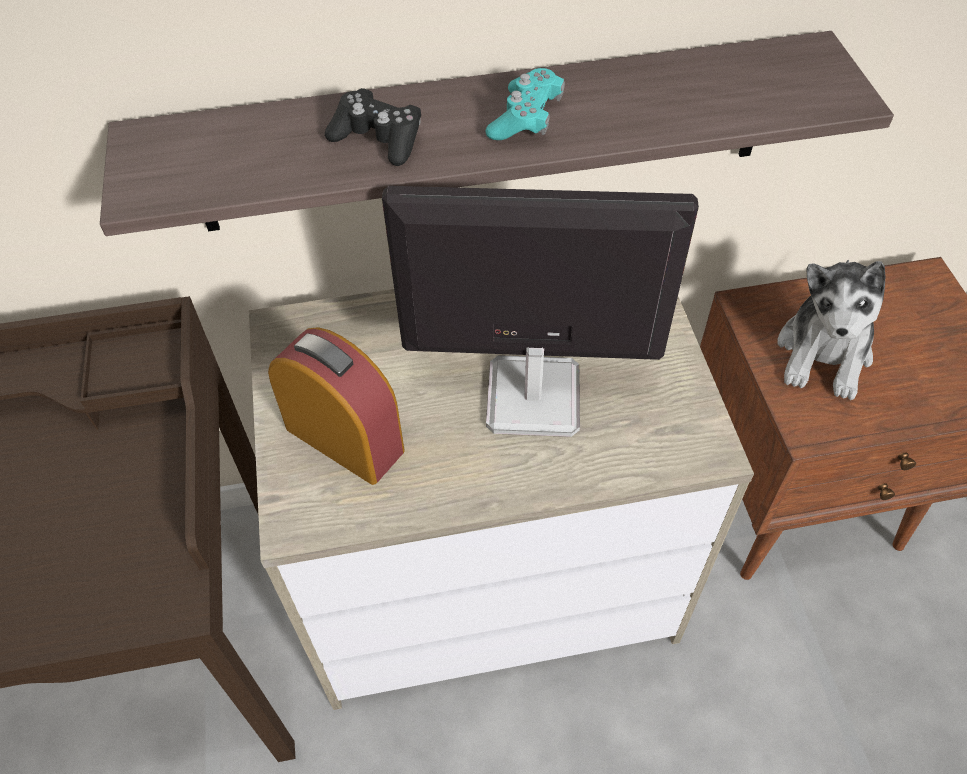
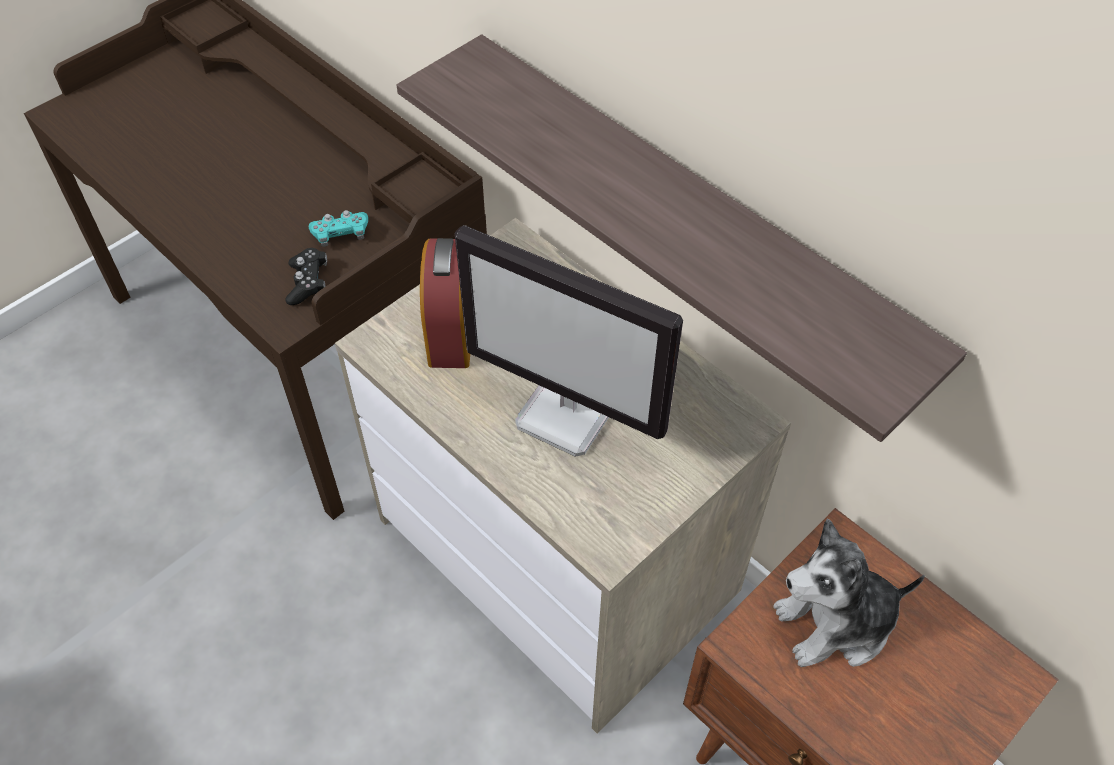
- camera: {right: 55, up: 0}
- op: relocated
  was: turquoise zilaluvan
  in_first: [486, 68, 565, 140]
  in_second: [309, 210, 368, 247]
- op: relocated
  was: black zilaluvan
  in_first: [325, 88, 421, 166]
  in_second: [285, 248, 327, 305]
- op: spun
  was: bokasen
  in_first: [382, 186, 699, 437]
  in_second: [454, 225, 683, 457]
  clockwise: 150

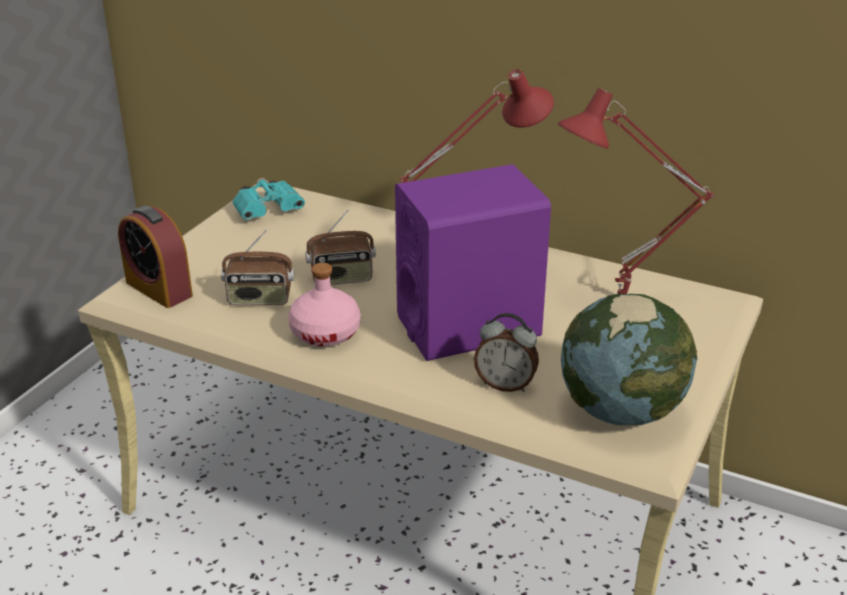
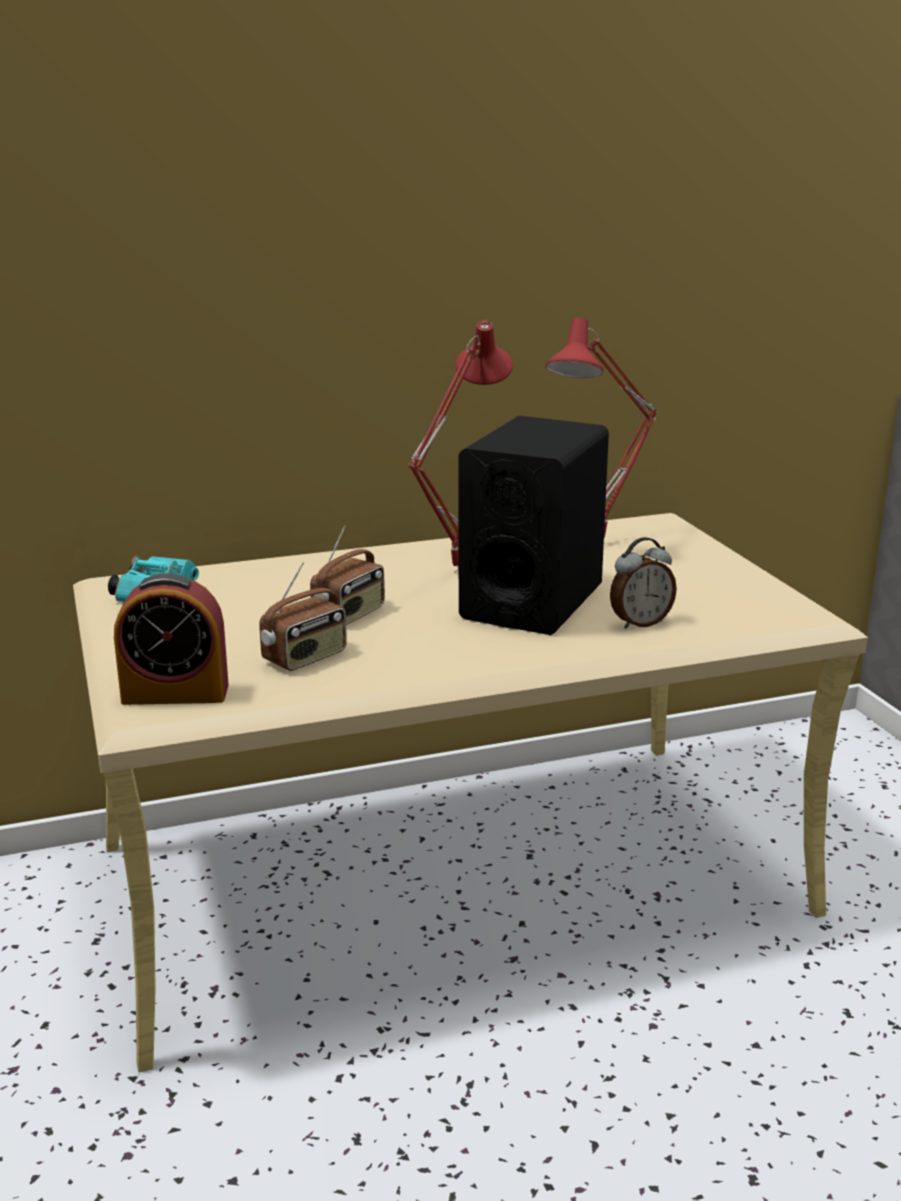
- camera: {right: -45, up: -10}
- op: colour
  was: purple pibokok
  now: black pibokok
  in_first: [395, 164, 551, 361]
  in_second: [459, 416, 609, 635]
- op: missing
  was: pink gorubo
  in_first: [288, 263, 361, 346]
- op: missing
  was: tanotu
  in_first: [561, 294, 697, 425]

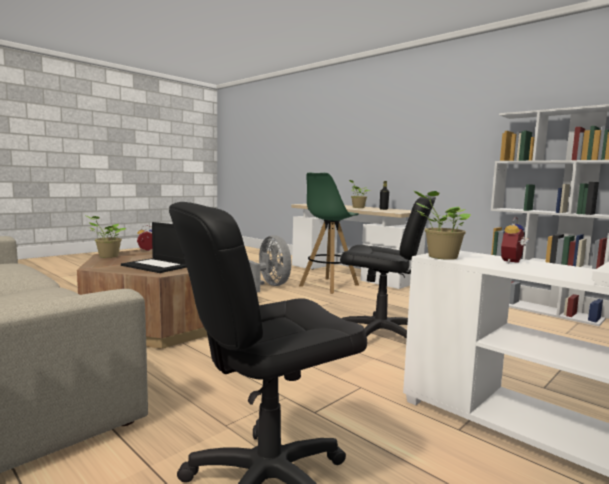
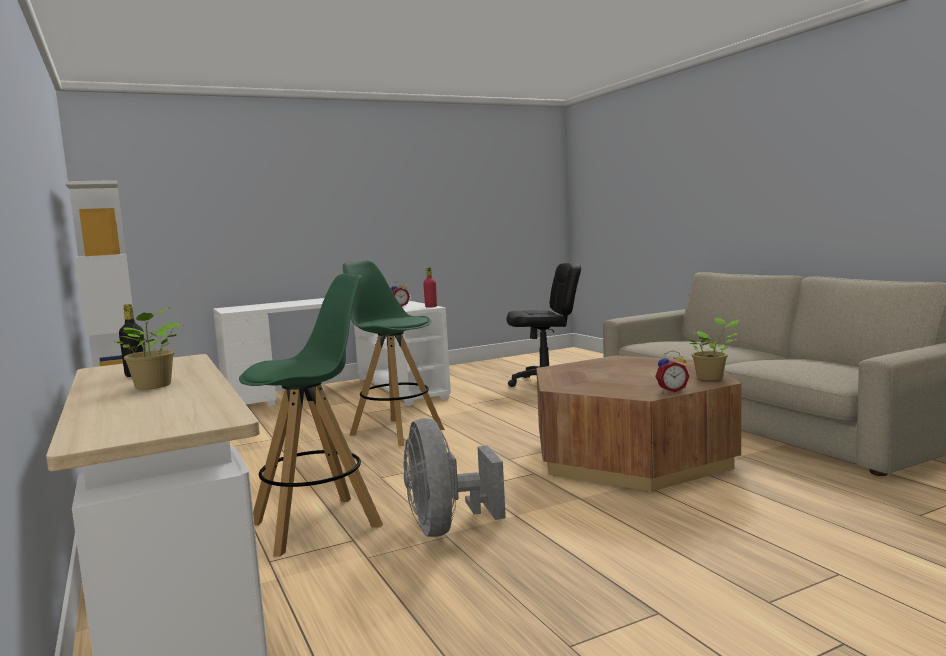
- camera: {right: -160, up: 0}
- op: exchanged
  was: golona
  now: red gorubo
  in_first: [414, 191, 471, 260]
  in_second: [423, 268, 437, 308]
- op: exchanged
  was: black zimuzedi
  now: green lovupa
  in_first: [340, 195, 436, 339]
  in_second: [343, 261, 445, 446]
- op: missing
  was: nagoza
  in_first: [121, 222, 187, 273]

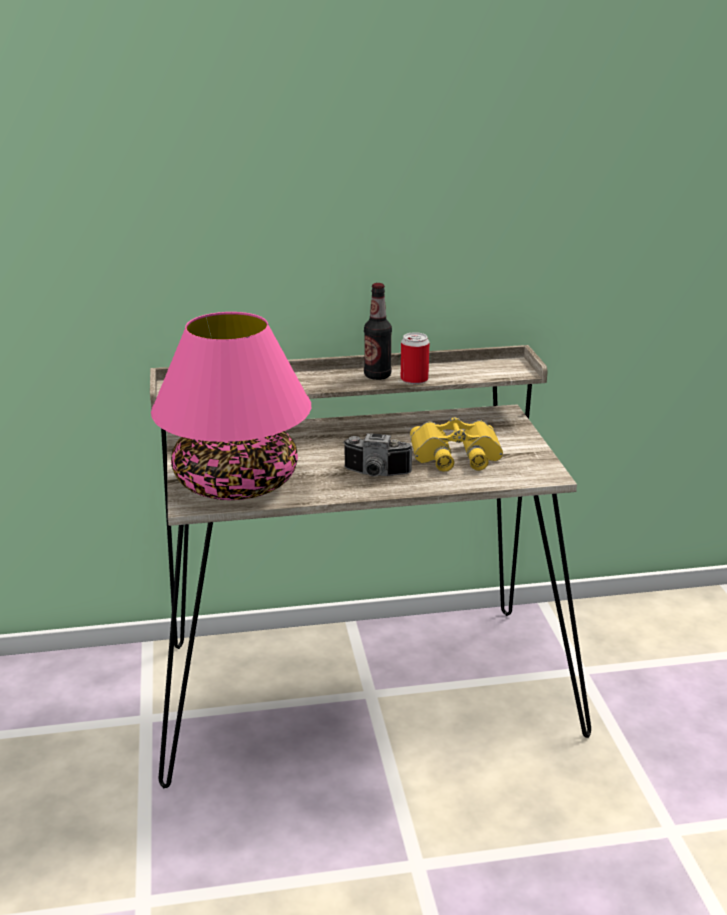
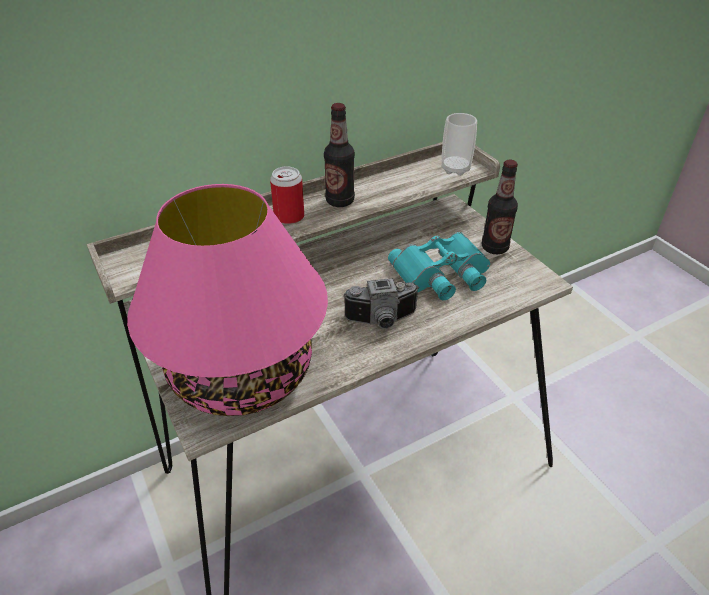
- camera: {right: -20, up: 15}
- op: relocated
  was: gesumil
  in_first: [401, 332, 430, 384]
  in_second: [270, 166, 304, 224]
- op: colour
  was: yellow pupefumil
  now: turquoise pupefumil
  in_first: [410, 417, 503, 472]
  in_second: [388, 232, 490, 300]
- op: appeared
  now: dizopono
  in_second: [442, 113, 477, 176]
- op: appeared
  now: gorubo
  in_second: [482, 160, 518, 254]

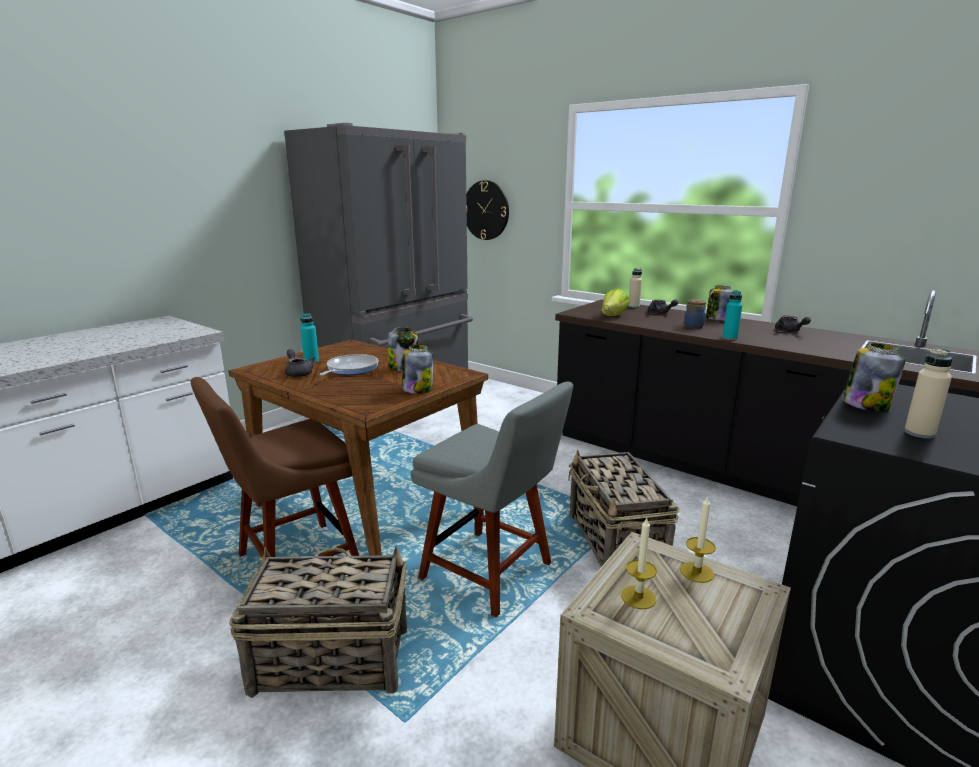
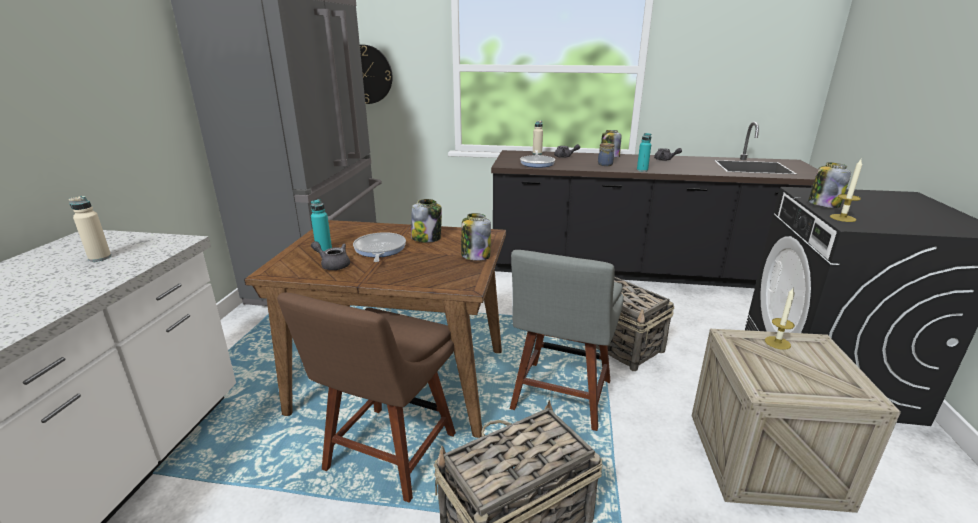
- camera: {right: -30, up: 5}
- op: exchanged
  was: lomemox
  now: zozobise
  in_first: [602, 289, 629, 316]
  in_second: [520, 150, 555, 168]
- op: relocated
  was: beige gorubo
  in_first: [904, 349, 952, 439]
  in_second: [69, 196, 111, 262]
- op: spun
  was: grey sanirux
  in_first: [411, 382, 573, 617]
  in_second: [510, 250, 624, 431]
  clockwise: 105
- op: relocated
  was: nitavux
  in_first: [621, 518, 657, 609]
  in_second: [830, 159, 862, 222]

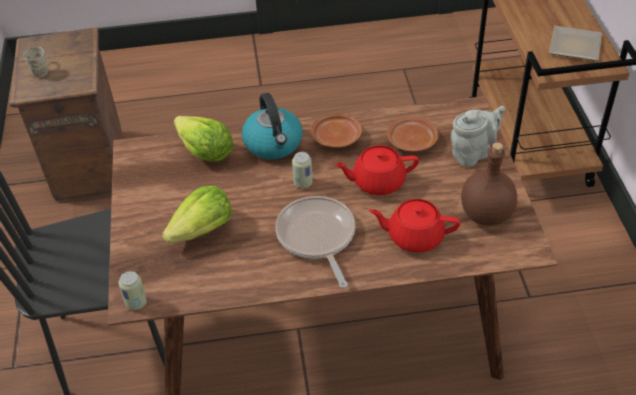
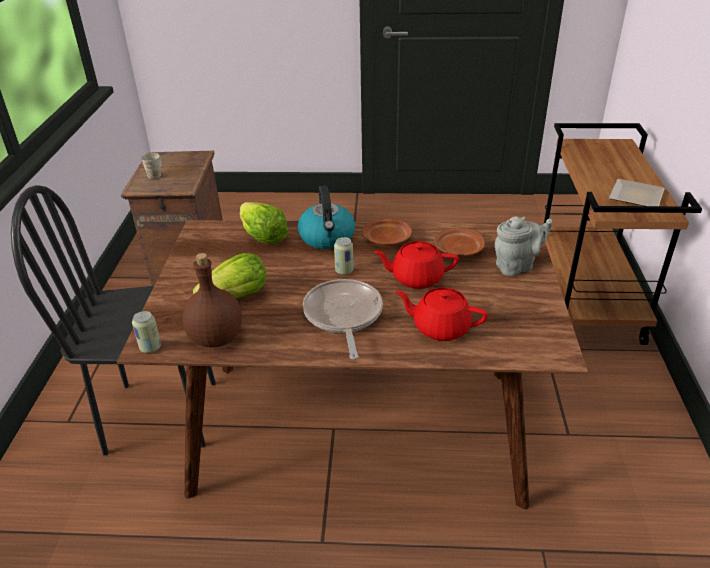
- camera: {right: 10, up: -10}
- op: relocated
  was: brown gorubo
  in_first: [461, 142, 517, 226]
  in_second: [183, 253, 242, 348]

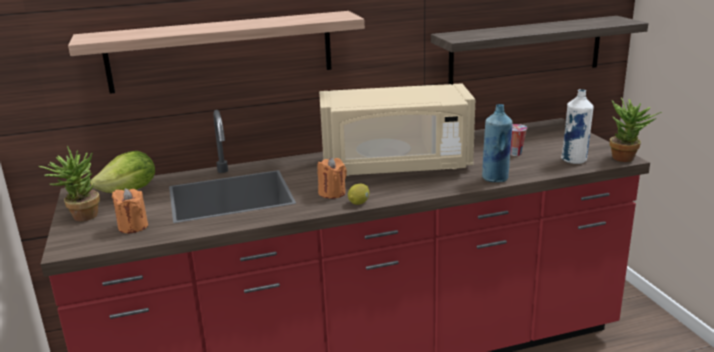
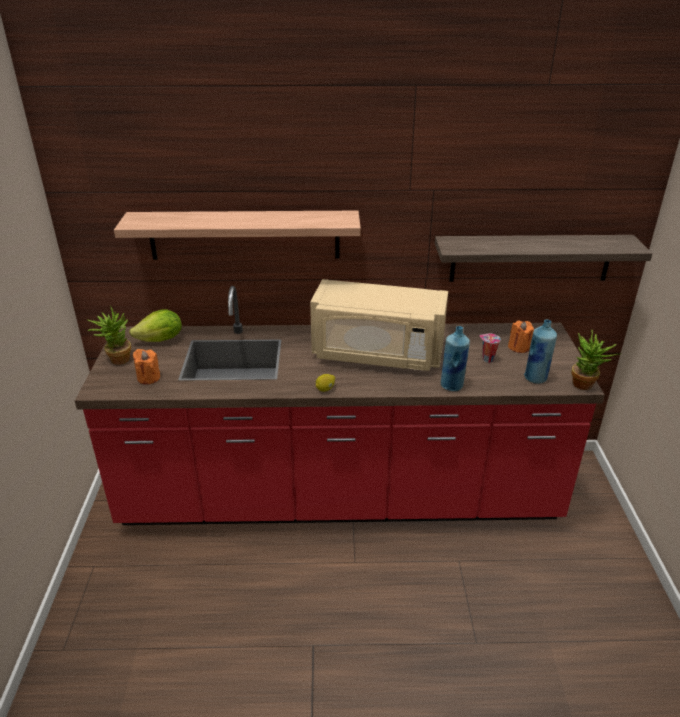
- camera: {right: 15, up: 10}
- op: colour
  was: white gorubo
  now: blue gorubo
  in_first: [561, 89, 593, 164]
  in_second: [524, 319, 557, 384]
- op: relocated
  was: orange nitavux
  in_first: [317, 157, 347, 199]
  in_second: [508, 321, 534, 353]

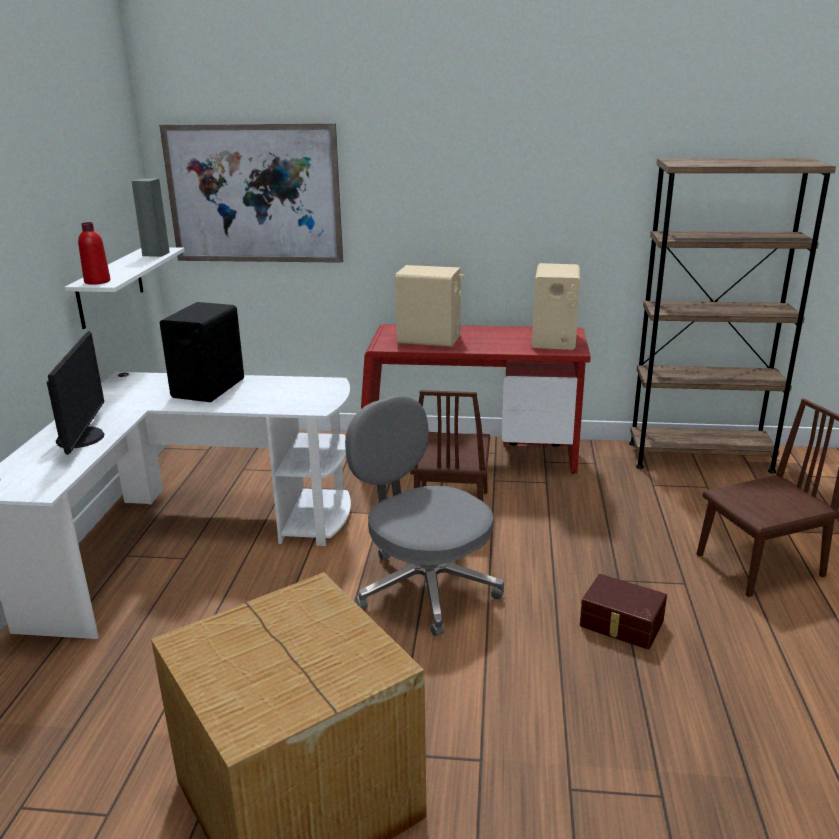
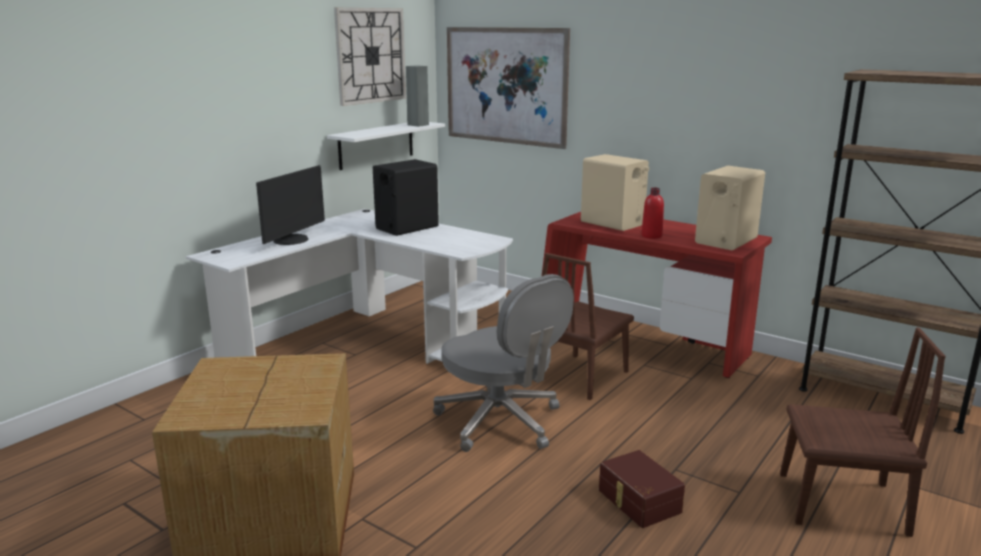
- camera: {right: 30, up: -5}
- op: relocated
  was: red gorubo
  in_first: [78, 222, 110, 285]
  in_second: [641, 188, 664, 239]
- op: spun
  was: grey zimuzedi
  in_first: [345, 395, 504, 636]
  in_second: [433, 274, 574, 452]
  clockwise: 150
- op: appeared
  now: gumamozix
  in_second: [334, 8, 406, 106]

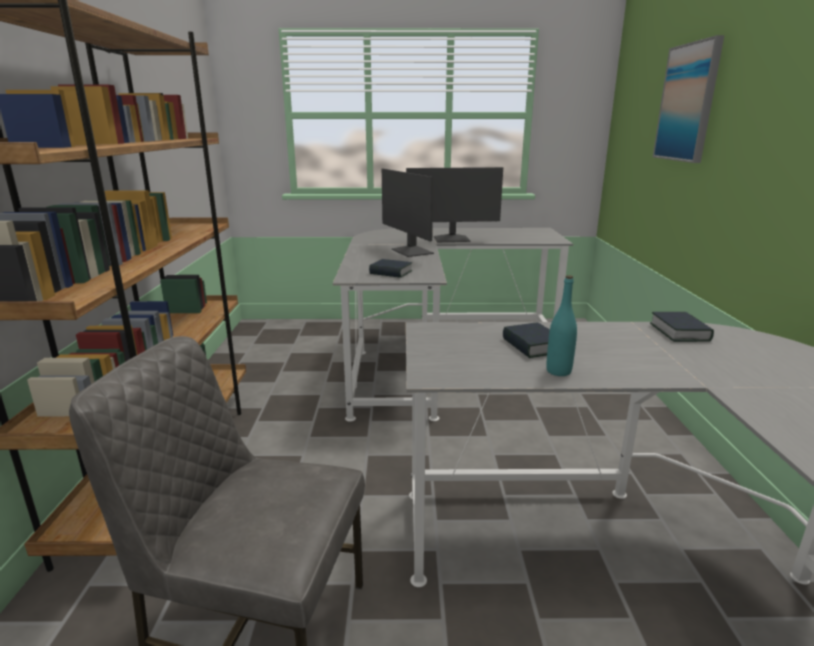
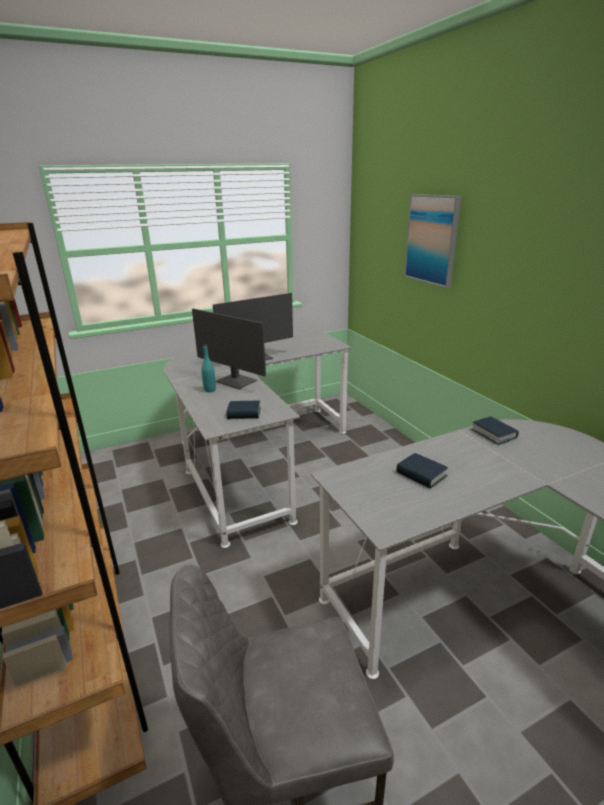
- camera: {right: -25, up: 5}
- op: relocated
  was: turquoise gorubo
  in_first: [546, 275, 577, 376]
  in_second: [201, 344, 216, 392]

